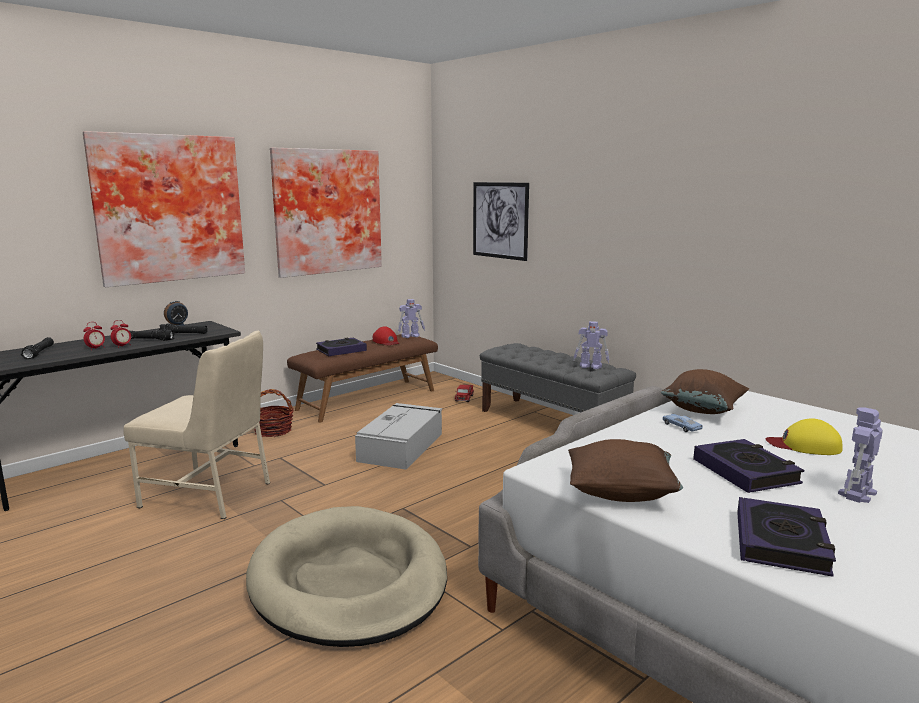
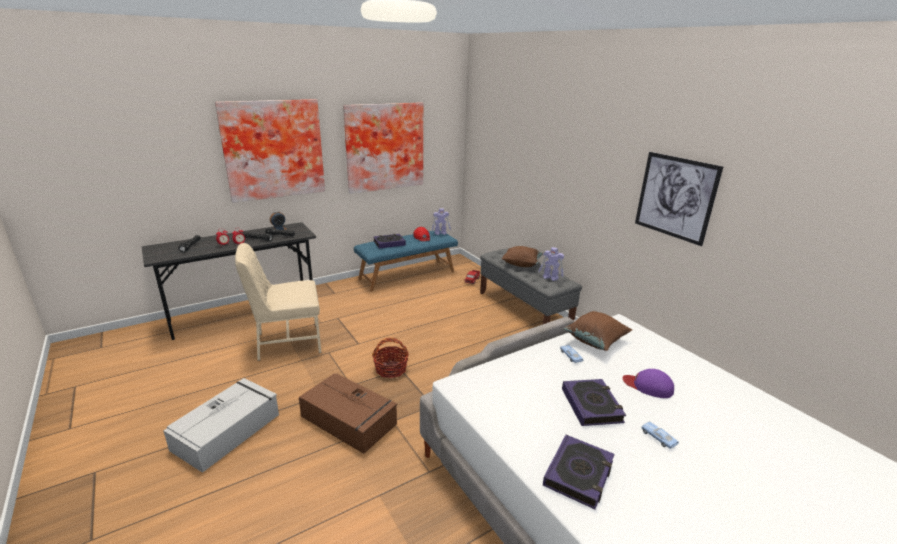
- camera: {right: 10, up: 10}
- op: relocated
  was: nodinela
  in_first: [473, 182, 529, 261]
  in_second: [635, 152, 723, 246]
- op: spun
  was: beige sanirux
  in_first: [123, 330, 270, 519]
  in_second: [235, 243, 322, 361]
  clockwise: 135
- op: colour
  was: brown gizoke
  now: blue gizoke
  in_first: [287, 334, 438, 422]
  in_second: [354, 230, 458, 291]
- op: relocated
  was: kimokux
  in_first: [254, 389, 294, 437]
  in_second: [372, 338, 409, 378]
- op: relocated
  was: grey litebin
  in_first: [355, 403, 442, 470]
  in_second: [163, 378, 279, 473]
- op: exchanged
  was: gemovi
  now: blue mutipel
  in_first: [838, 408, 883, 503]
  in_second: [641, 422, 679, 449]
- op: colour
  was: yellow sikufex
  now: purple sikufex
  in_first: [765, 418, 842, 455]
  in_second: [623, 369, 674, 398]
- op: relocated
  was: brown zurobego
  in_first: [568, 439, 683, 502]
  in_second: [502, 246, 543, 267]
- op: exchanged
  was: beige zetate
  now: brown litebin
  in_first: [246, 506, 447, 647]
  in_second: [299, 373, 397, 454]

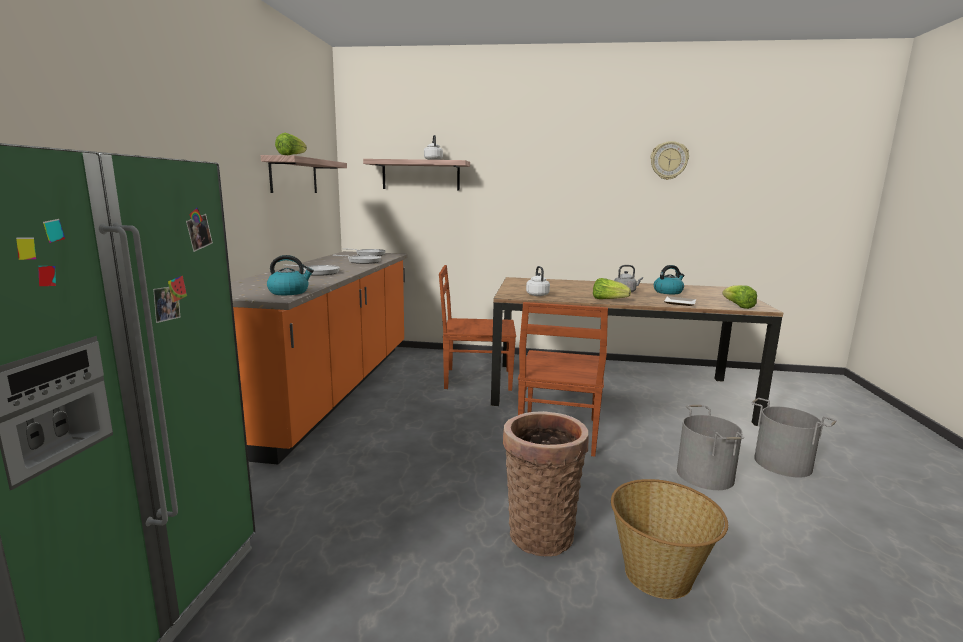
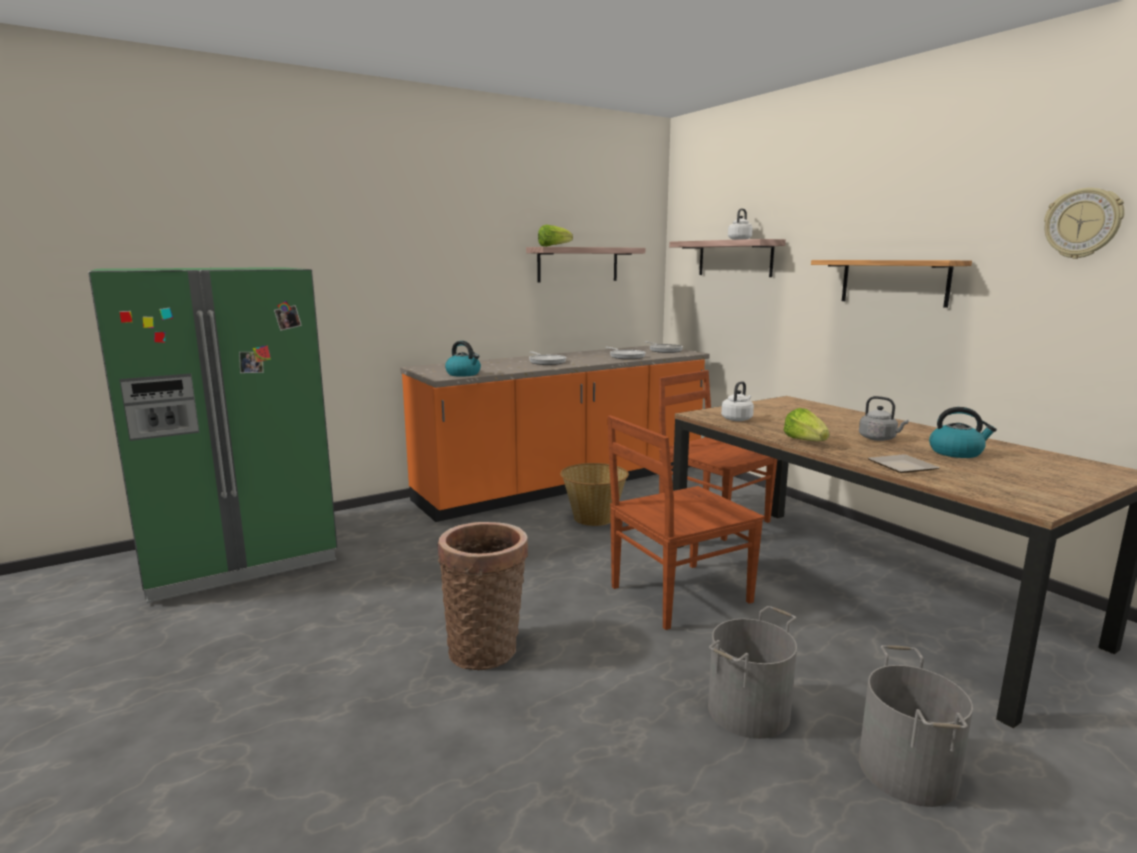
- camera: {right: 50, up: 0}
- op: missing
  was: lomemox
  in_first: [722, 285, 757, 309]
- op: relocated
  was: kimokux
  in_first: [611, 479, 728, 599]
  in_second: [560, 463, 629, 526]
- op: appeared
  now: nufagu
  in_second: [811, 260, 972, 308]

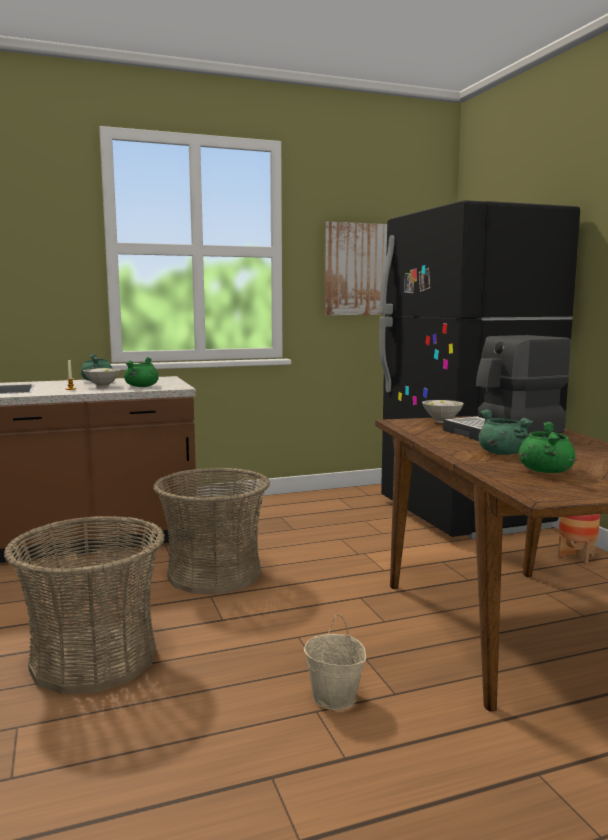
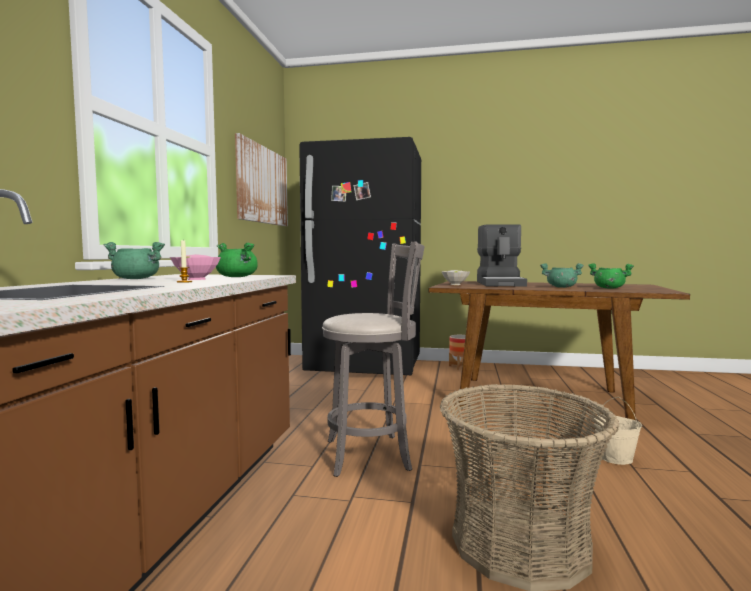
- camera: {right: -60, up: -5}
- op: colour
  was: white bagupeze
  now: pink bagupeze
  in_first: [84, 368, 120, 388]
  in_second: [170, 254, 221, 280]
- op: exchanged
  was: kimokux
  now: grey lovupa
  in_first: [153, 468, 270, 594]
  in_second: [322, 241, 425, 477]

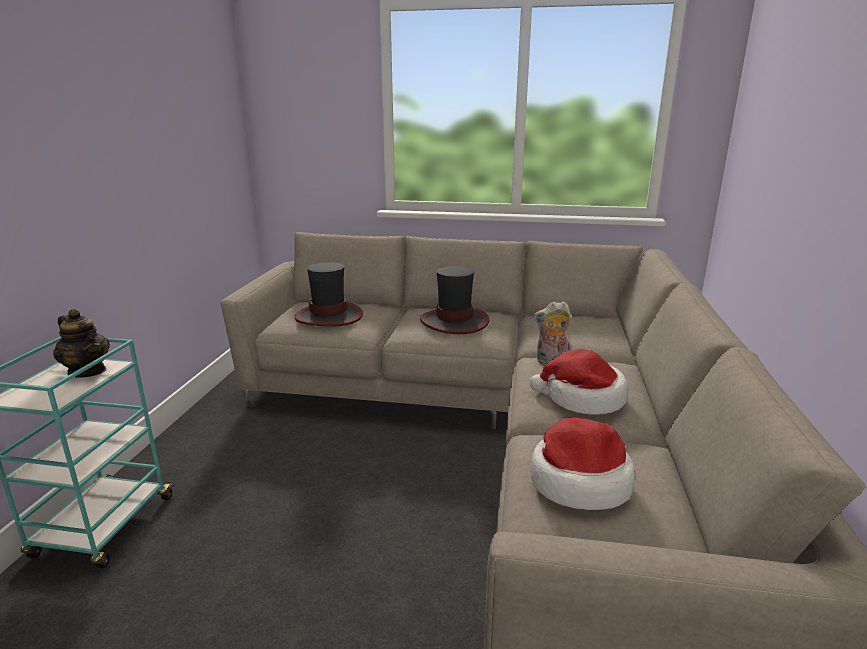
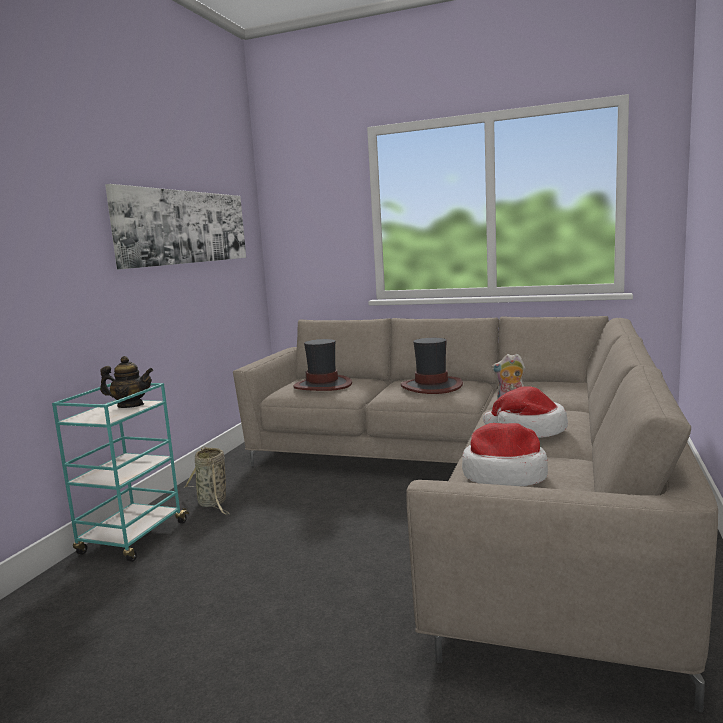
- camera: {right: 10, up: -10}
- op: spun
  was: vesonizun
  in_first: [53, 309, 110, 377]
  in_second: [100, 356, 154, 408]
  clockwise: -45
- op: appeared
  now: nodinela
  in_second: [105, 184, 246, 270]
- op: appeared
  now: kimokux
  in_second: [185, 446, 230, 515]

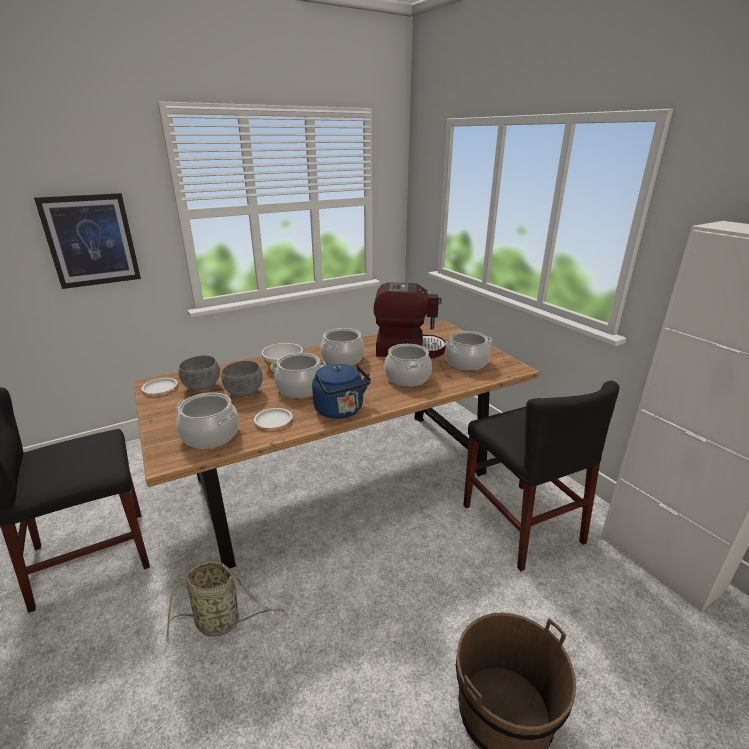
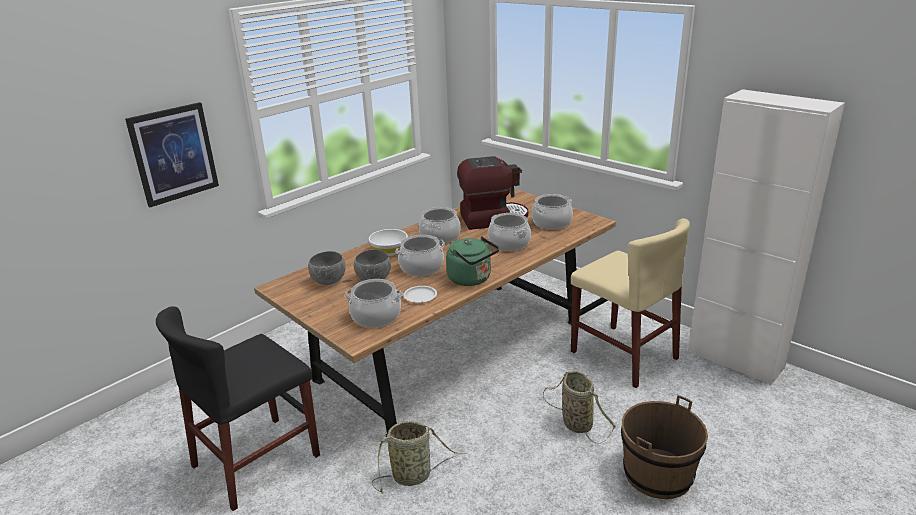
- camera: {right: -15, up: 0}
- op: colour
  was: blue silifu
  now: green silifu
  in_first: [312, 364, 371, 419]
  in_second: [446, 236, 499, 286]
- op: missing
  was: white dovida
  in_first: [141, 378, 178, 394]
- op: colour
  was: black sanirux
  now: beige sanirux
  in_first: [463, 381, 619, 571]
  in_second: [571, 218, 690, 388]
- op: appeared
  now: kimokux
  in_second: [543, 371, 616, 444]

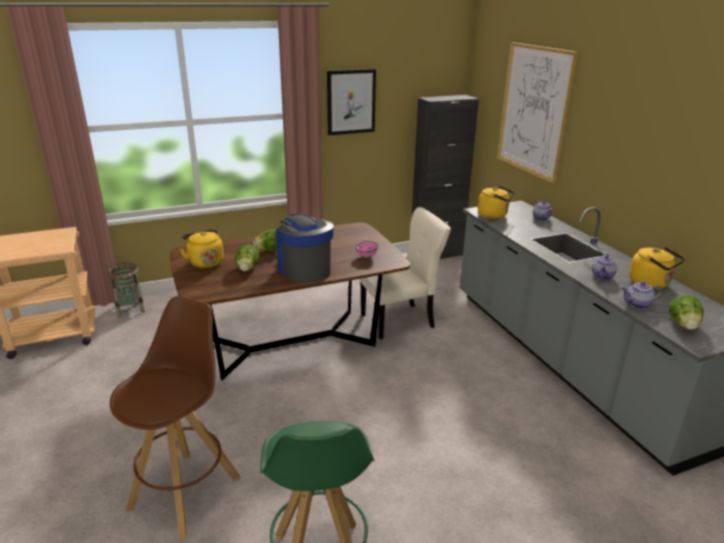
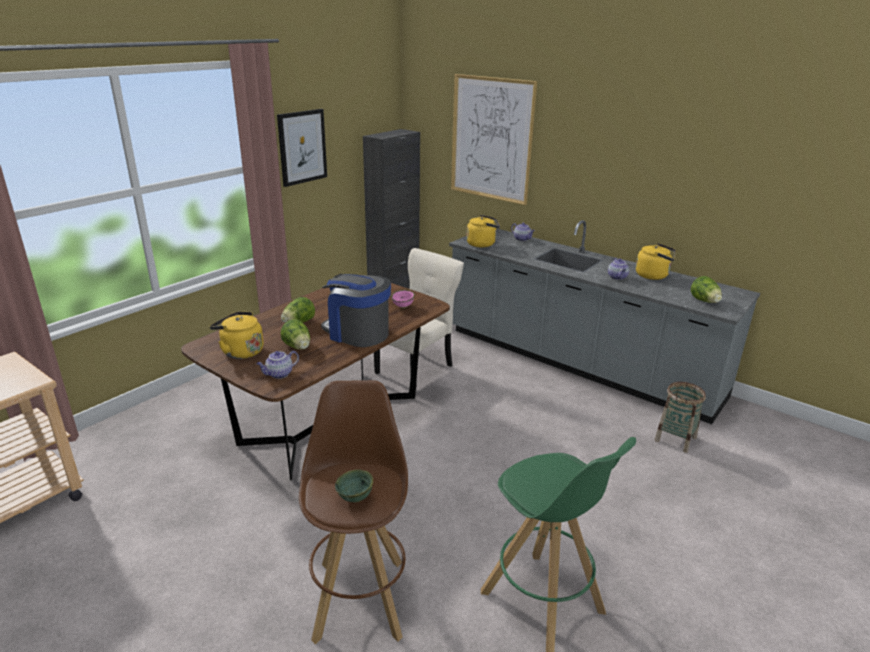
- camera: {right: -30, up: 0}
- op: relocated
  was: kimokux
  in_first: [107, 263, 145, 318]
  in_second: [655, 382, 706, 453]
- op: relocated
  was: vesonizun
  in_first: [622, 282, 661, 309]
  in_second: [256, 351, 299, 379]
- op: appeared
  now: green bagupeze
  in_second: [335, 469, 373, 502]

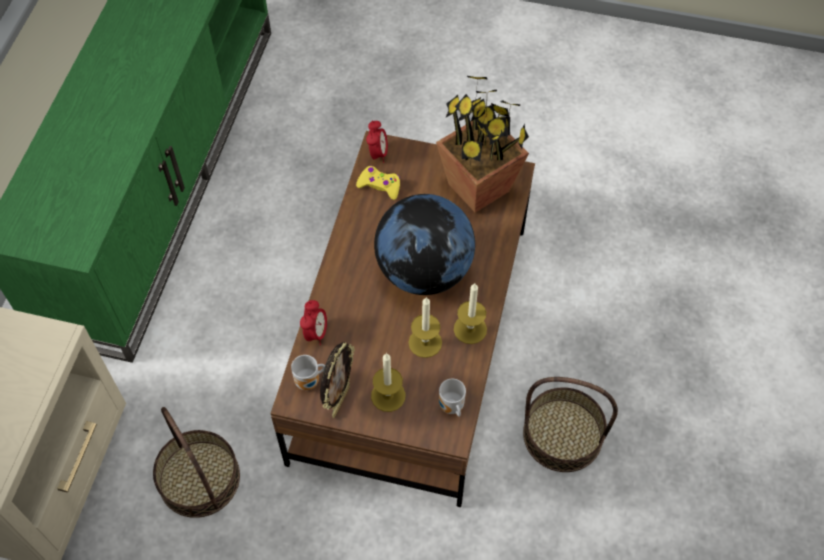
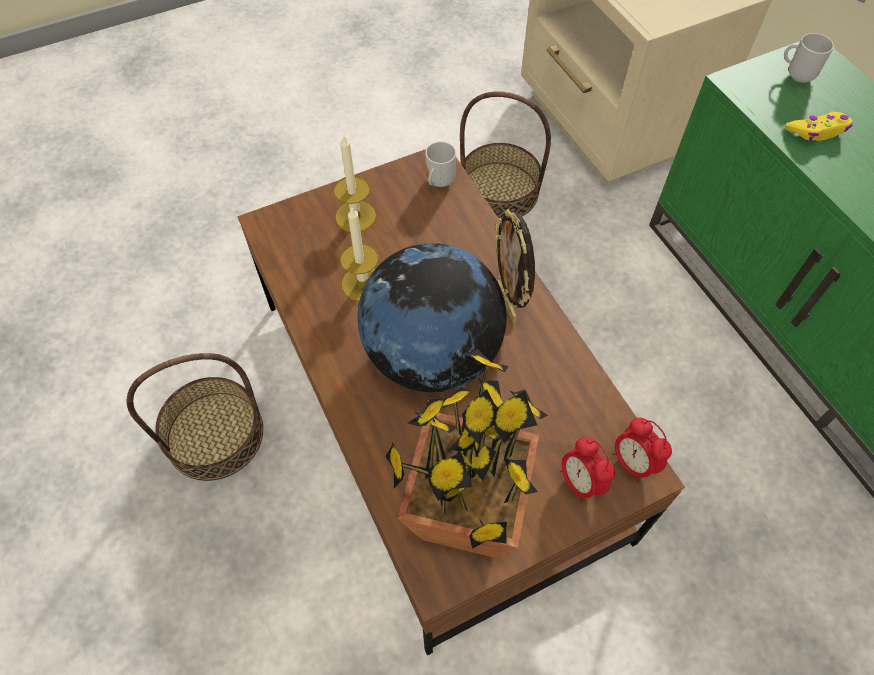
- camera: {right: 140, up: 0}
- op: relocated
  was: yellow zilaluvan
  in_first: [356, 166, 400, 200]
  in_second: [785, 111, 853, 141]
- op: missing
  was: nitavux
  in_first: [454, 283, 487, 344]
- op: relocated
  was: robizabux
  in_first: [300, 300, 327, 345]
  in_second: [560, 437, 615, 503]
- op: relocated
  was: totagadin
  in_first: [320, 342, 355, 418]
  in_second: [495, 209, 535, 324]
- op: relocated
  was: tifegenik
  in_first: [439, 379, 466, 417]
  in_second: [784, 33, 834, 83]

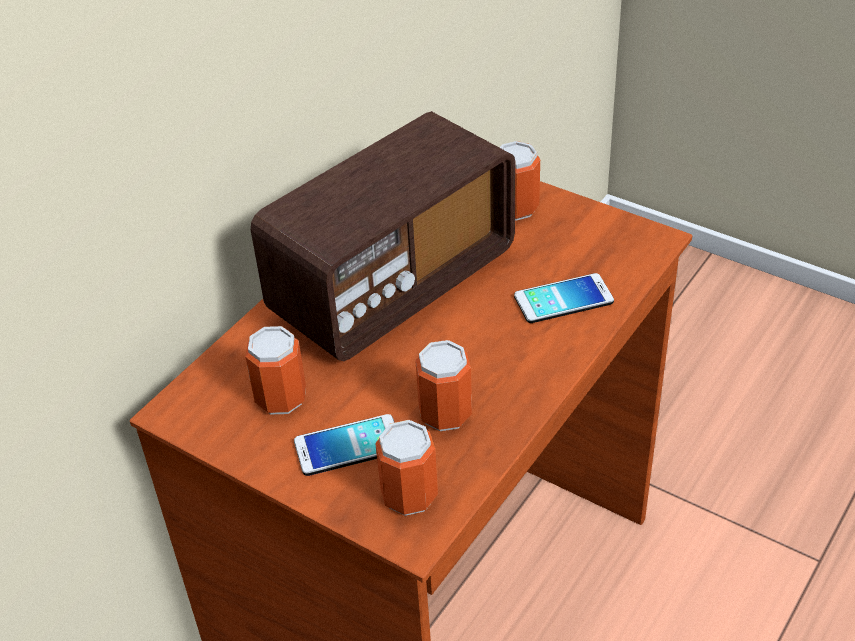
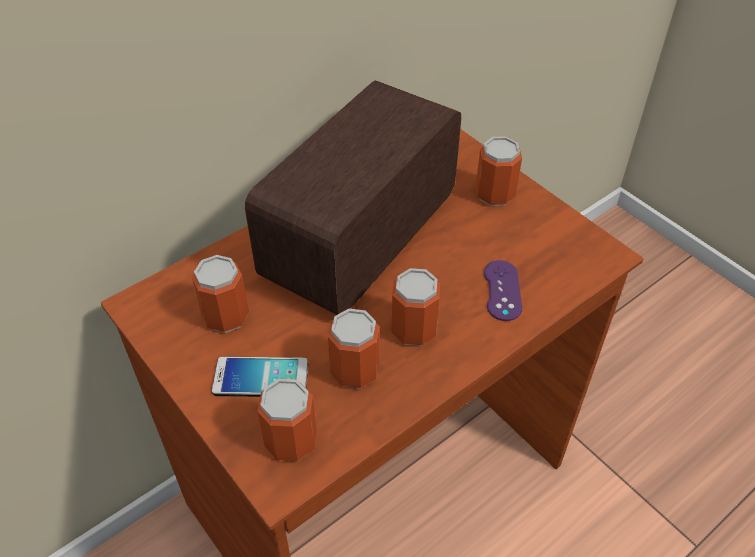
- camera: {right: 15, up: 5}
- op: spun
  was: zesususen
  in_first: [251, 111, 516, 361]
  in_second: [245, 80, 461, 315]
  clockwise: 150
- op: exchanged
  was: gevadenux
  now: purple zilaluvan
  in_first: [514, 273, 614, 323]
  in_second: [484, 260, 522, 321]
- op: appeared
  now: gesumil
  in_second: [392, 268, 440, 346]

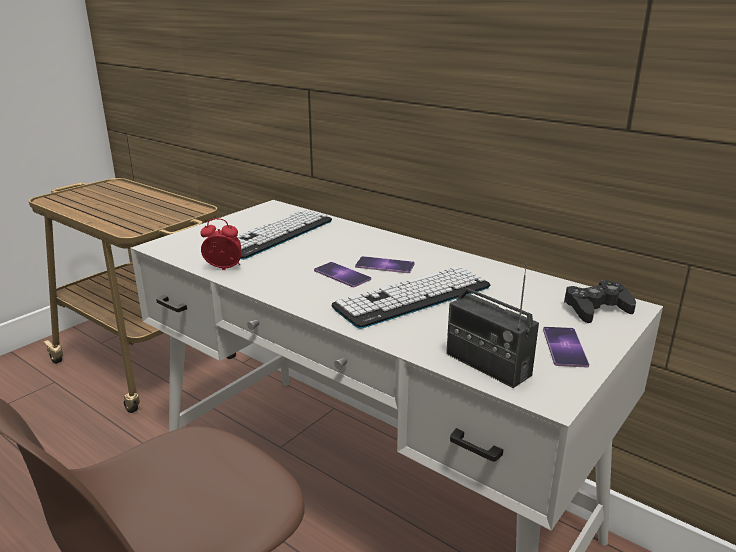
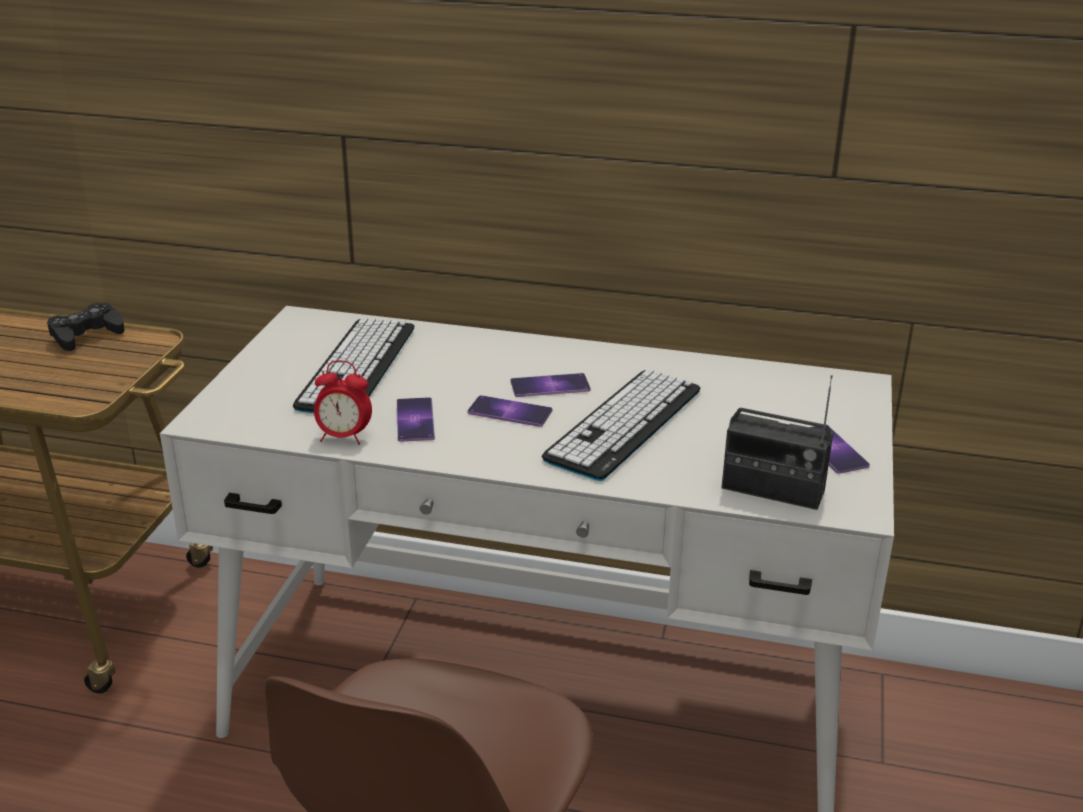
- camera: {right: -25, up: 5}
- op: spun
  was: robizabux
  in_first: [200, 218, 241, 270]
  in_second: [314, 360, 372, 445]
  clockwise: -150
- op: relocated
  was: black zilaluvan
  in_first: [564, 280, 636, 323]
  in_second: [47, 303, 125, 351]
- op: appeared
  now: gevadenux
  in_second: [396, 397, 435, 442]

